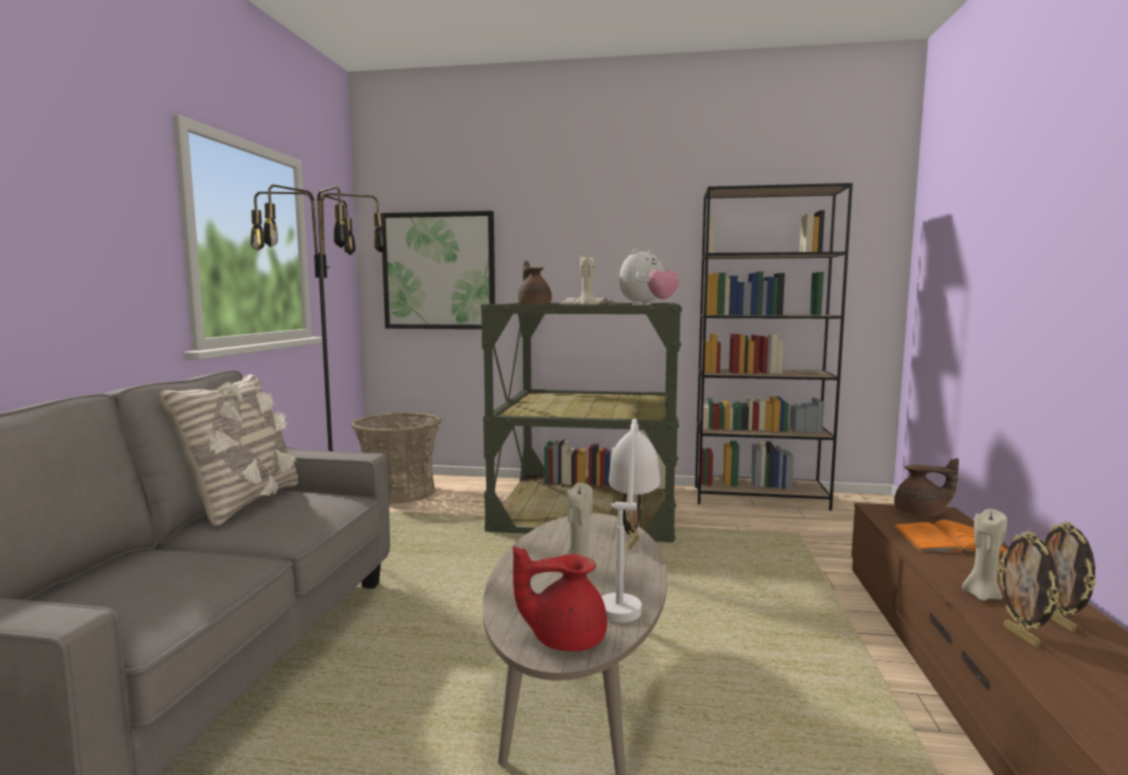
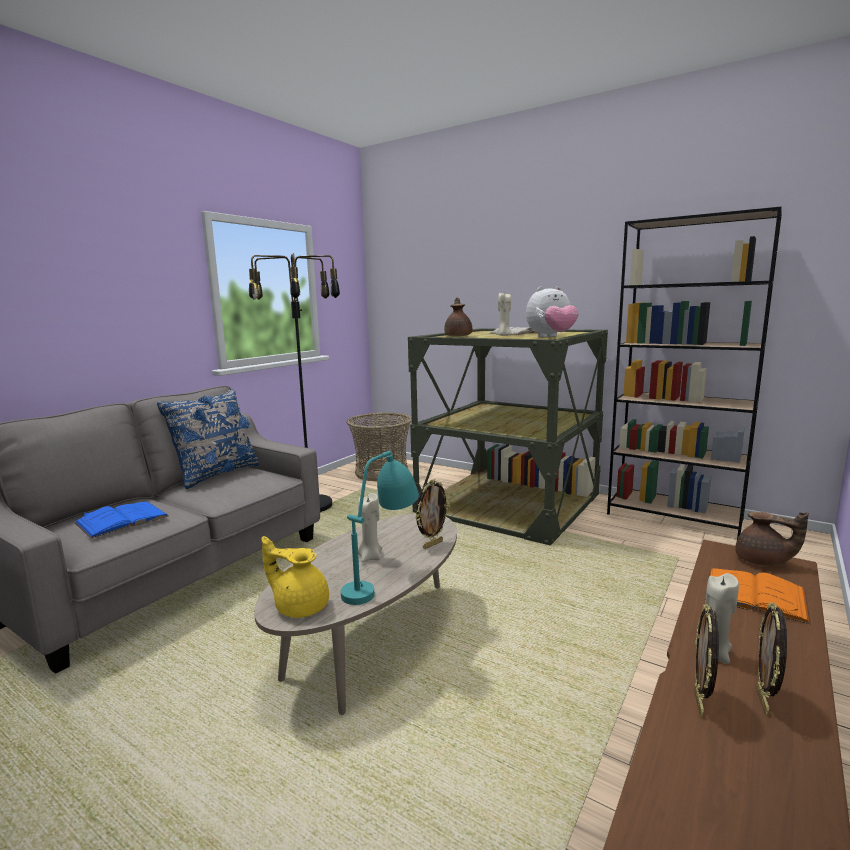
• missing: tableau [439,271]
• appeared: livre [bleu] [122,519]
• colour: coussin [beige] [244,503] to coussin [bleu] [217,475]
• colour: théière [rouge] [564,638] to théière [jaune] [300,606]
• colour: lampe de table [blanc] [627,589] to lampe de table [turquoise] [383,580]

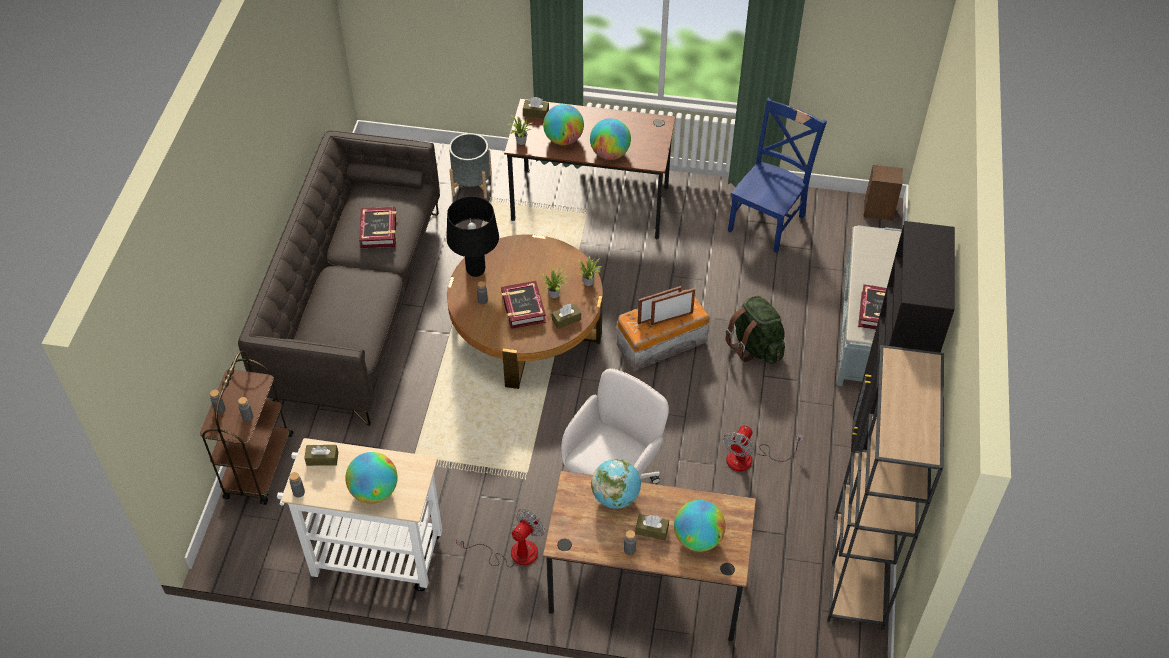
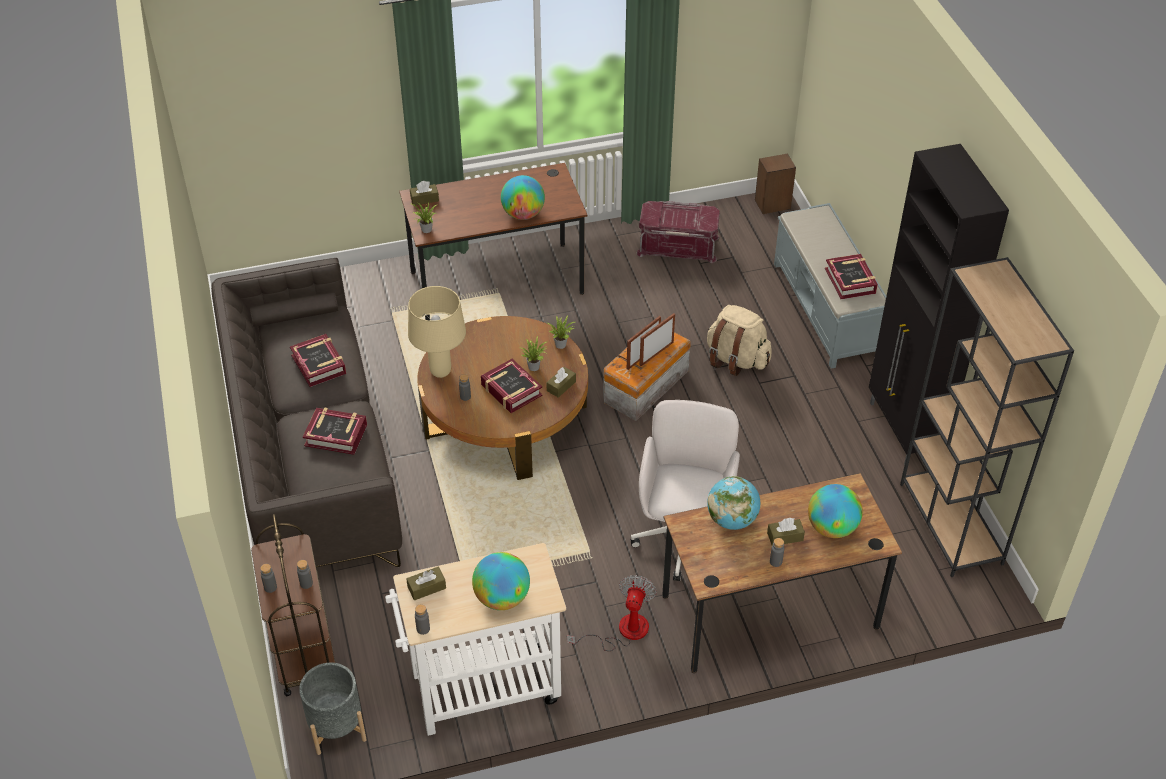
• missing: globe [563,139]
• missing: ventilateur [749,458]
• appeared: livre [336,435]
• relocated: cache-pot [gris] [472,184] to [336,727]
• exchanged: chaise [bleu] [768,221] to boîte de rangement [rouge] [678,245]
• colour: lampe de table [noir] [476,271] to lampe de table [beige] [441,371]
• colour: sac à dos [vert] [755,346] to sac à dos [beige] [736,359]

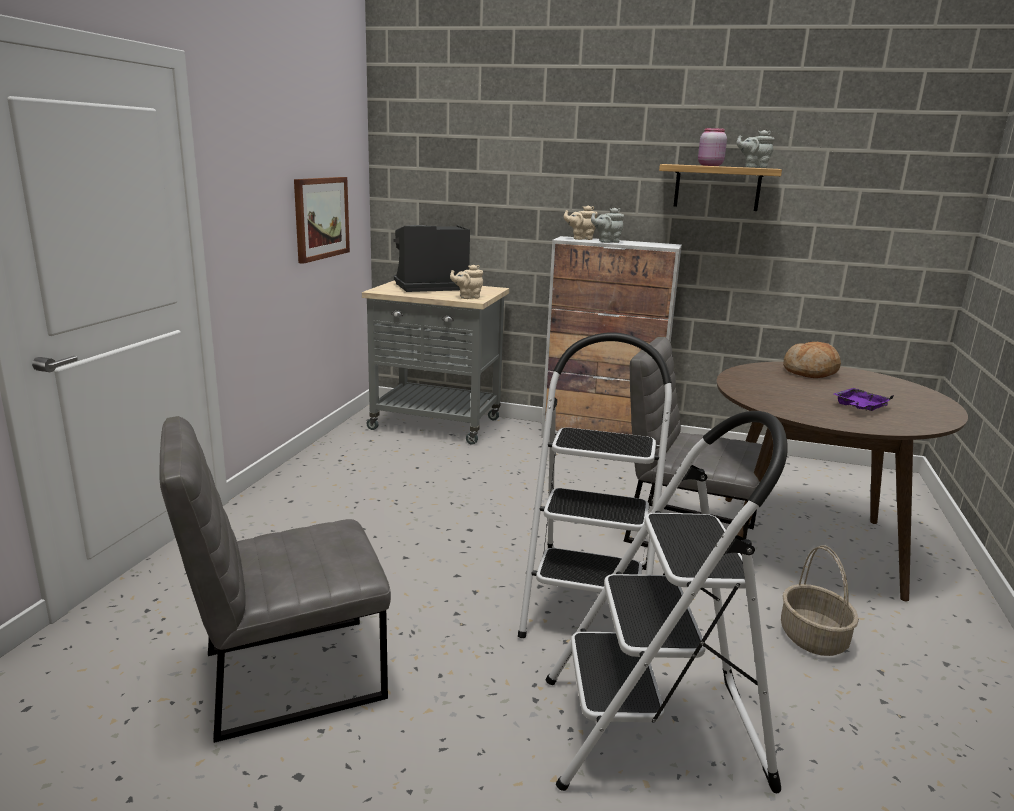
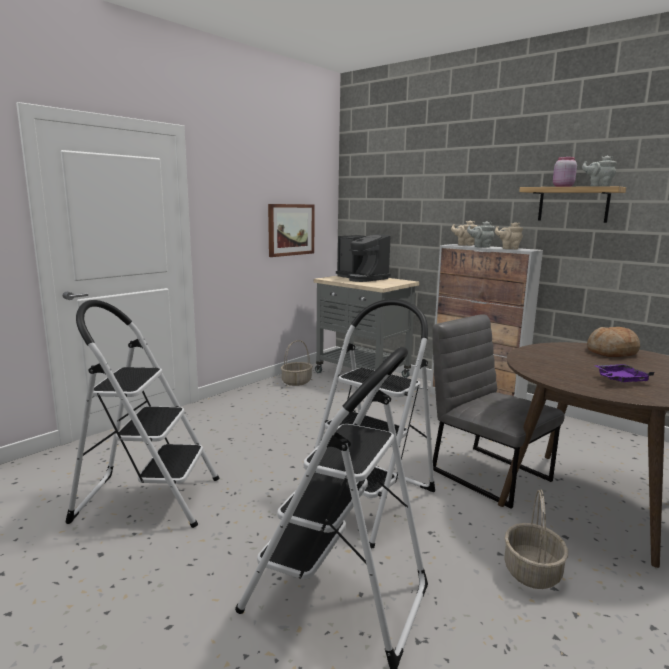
• appeared: panier [296,382]
• relocated: théière [beige] [468,297] to [508,248]
• exchanged: chaise [gris] [287,675] to escabeau [144,499]
• spun: machine à café [429,287] = [362,278] 135 degrees counterclockwise

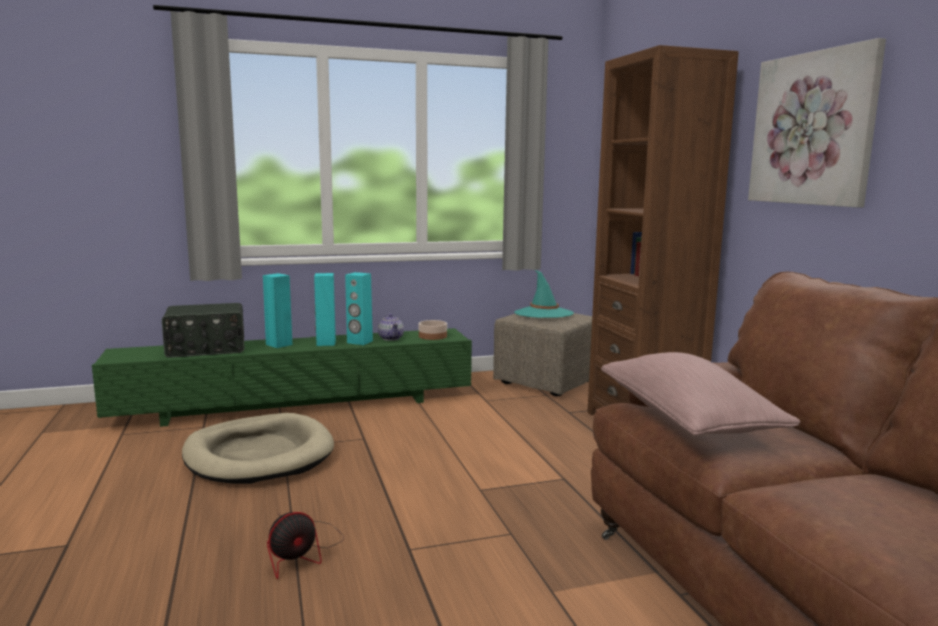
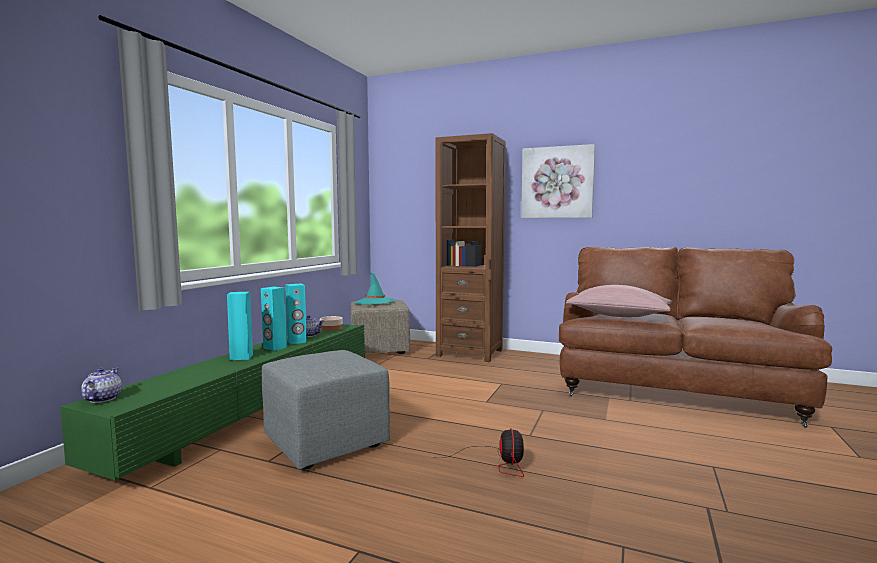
• missing: radio [206,349]
• appeared: théière [102,399]
• exchanged: panier pour chien [beige] [259,455] to pouf [gris] [325,442]

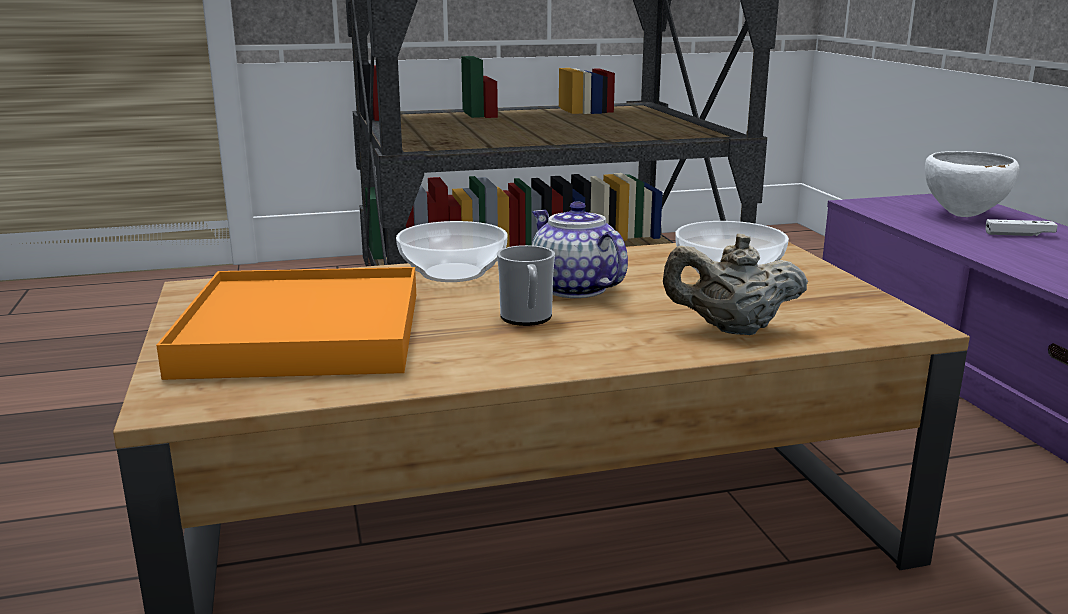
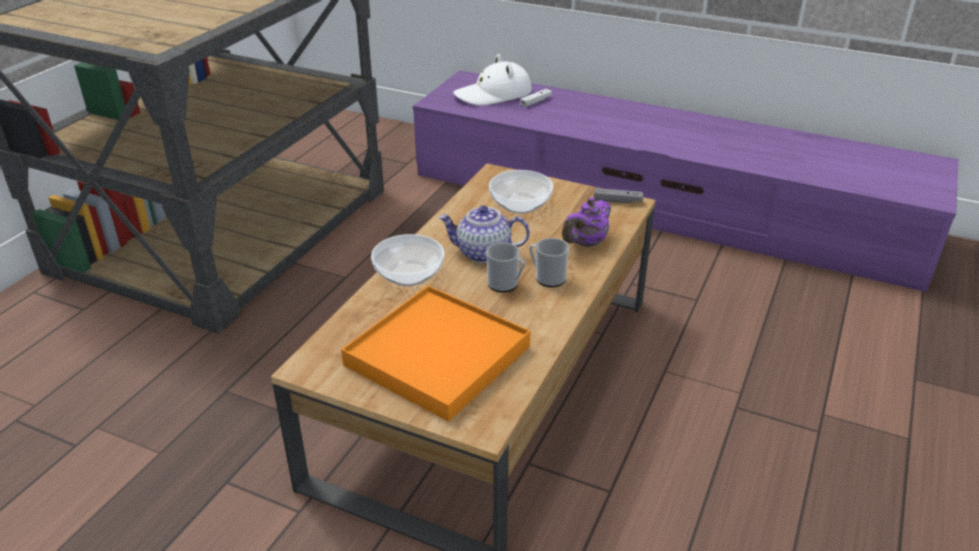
• appeared: mug [547,278]
• appeared: manette [gris] [617,201]
• exchanged: bol [blanc] [964,216] to chapeau [blanc] [493,94]
• colour: théière [beige] [731,330] to théière [violet] [586,243]

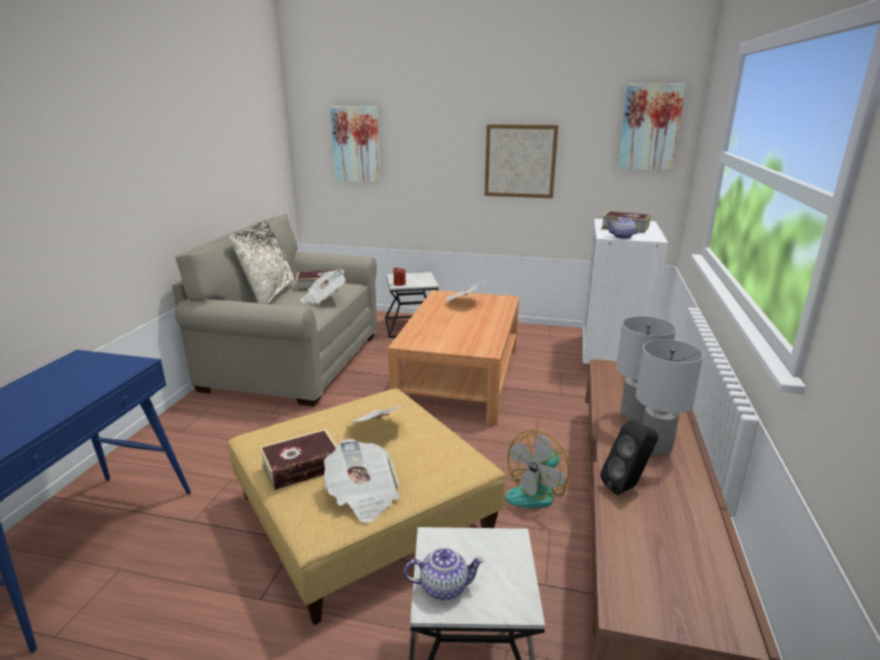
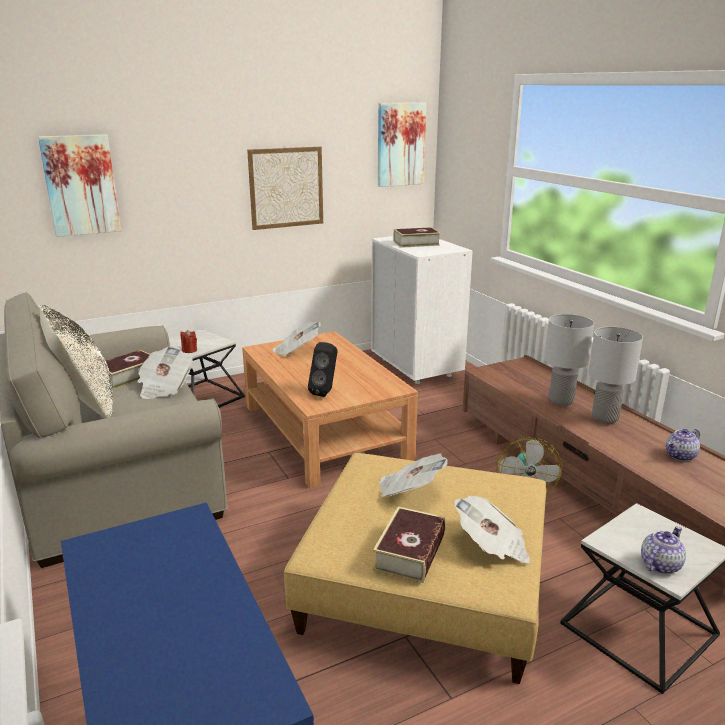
• relocated: enceinte [noir] [627,487] to [325,392]
• relocated: théière [622,237] to [680,456]

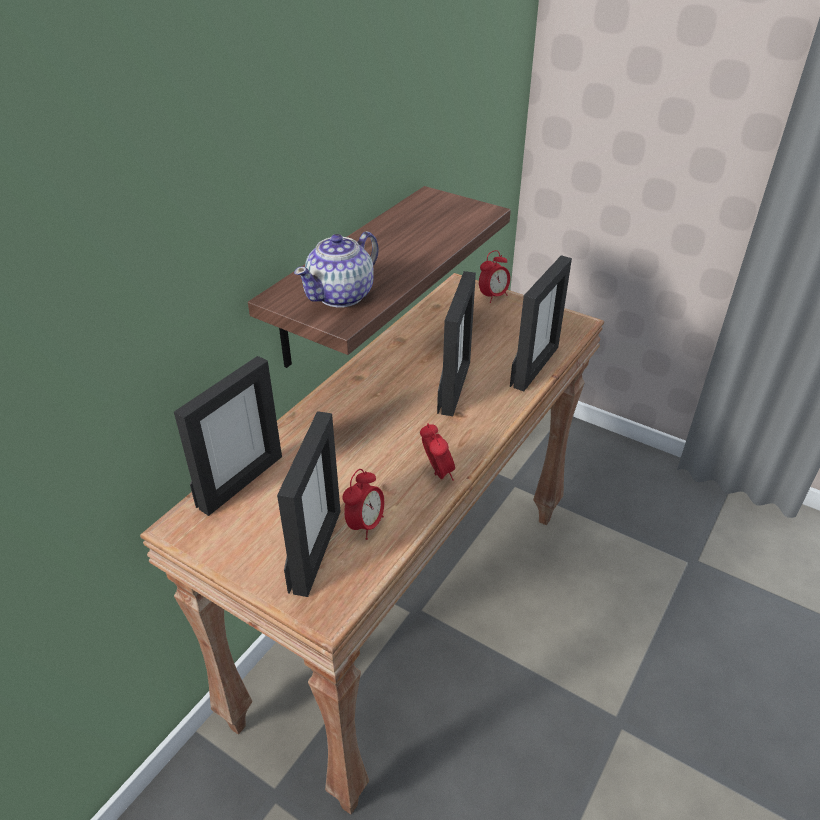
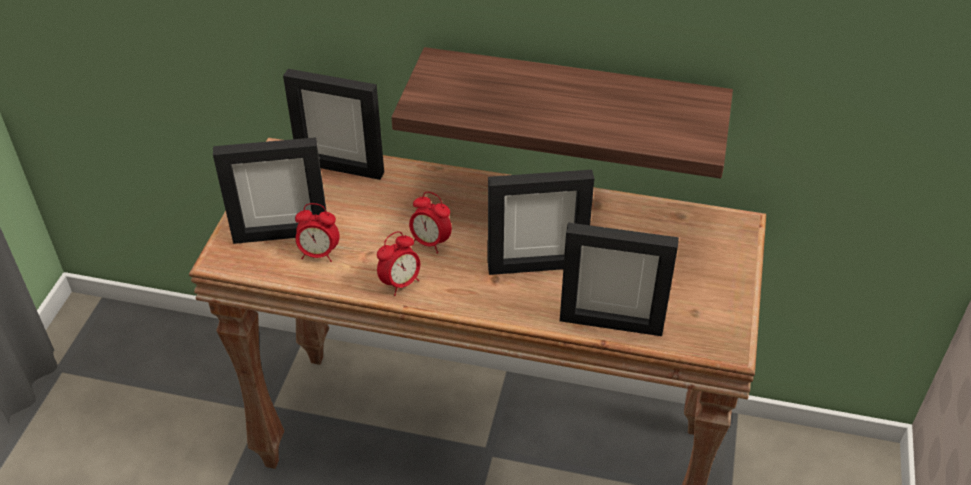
• missing: théière [342,295]
• relocated: réveil [493,296] to [430,242]

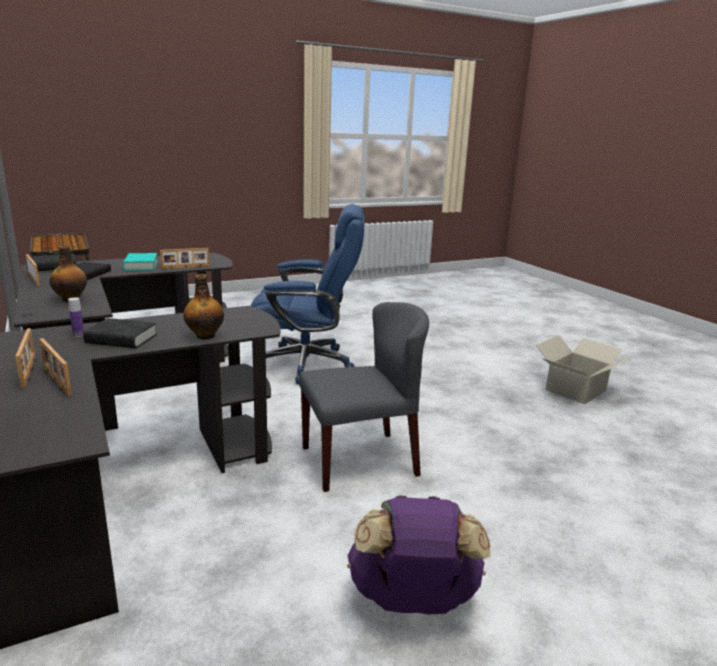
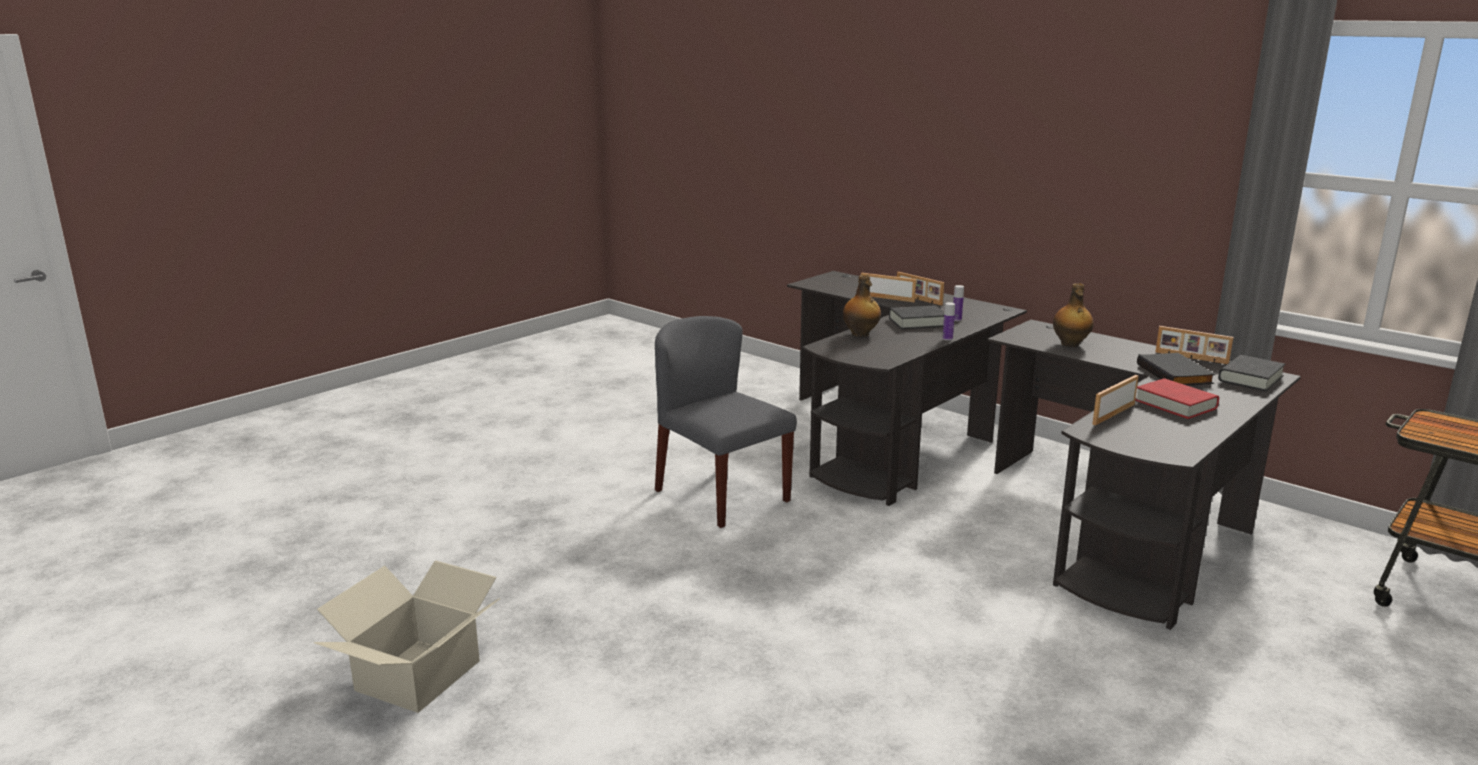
• missing: chaise de bureau [bleu] [305,363]
• missing: sac à dos [violet] [412,601]
• appeared: bouteille [947,339]
• colour: livre [turquoise] [141,265] to livre [rouge] [1175,404]
• spun: chaise [gris] [360,460] = [721,495] 90 degrees clockwise

